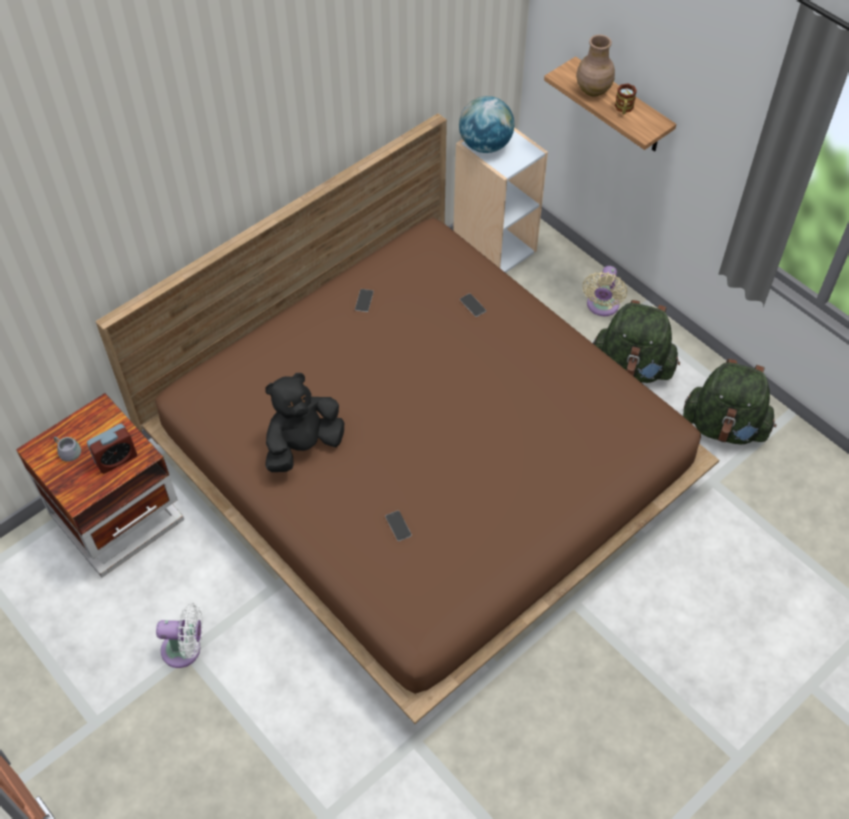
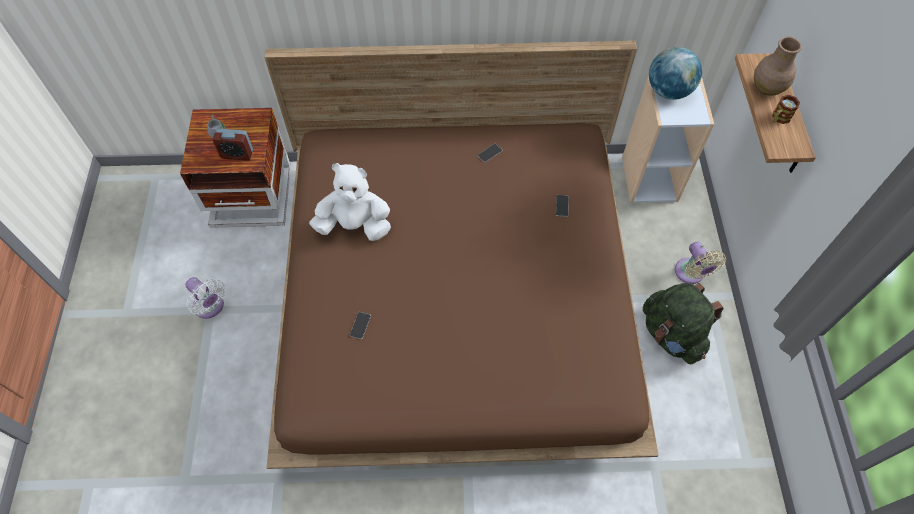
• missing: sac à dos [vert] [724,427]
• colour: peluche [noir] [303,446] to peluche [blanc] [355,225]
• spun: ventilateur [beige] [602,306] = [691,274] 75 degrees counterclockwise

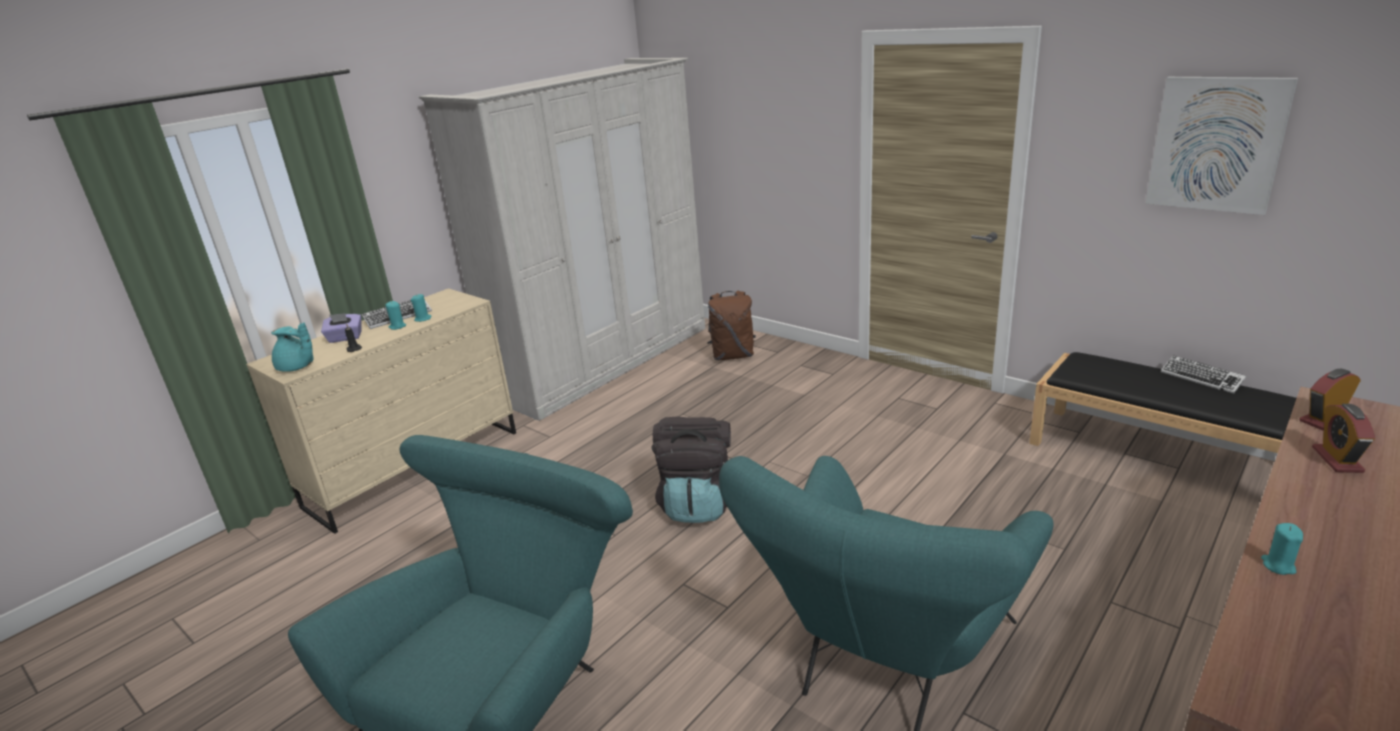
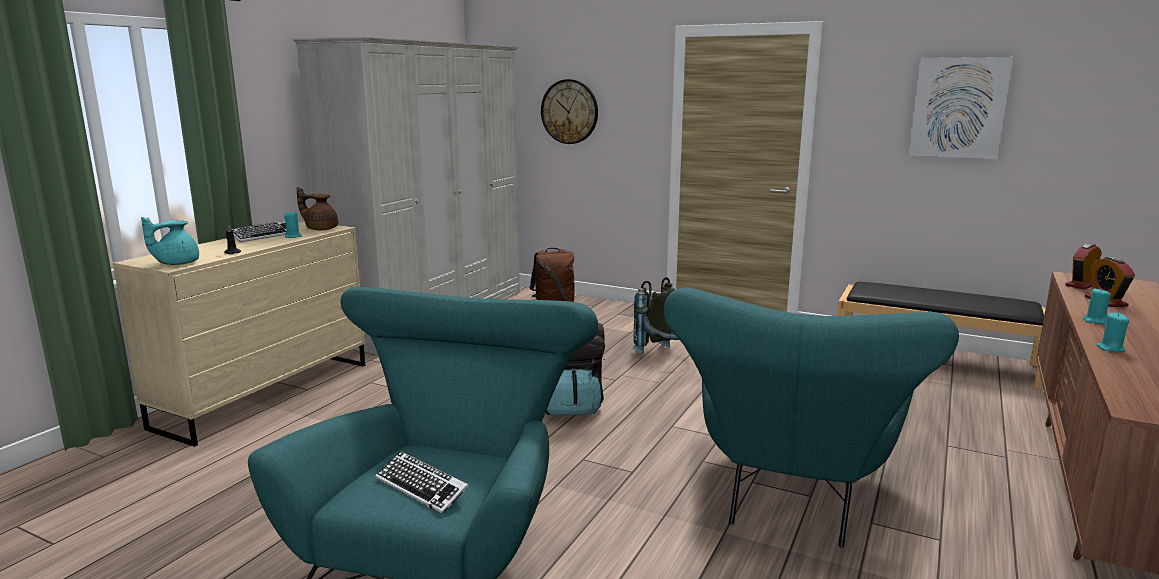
• missing: boîte à mouchoirs [violet] [345,338]
• appeared: théière [marron] [320,229]
• appeared: horloge murale [569,111]
• appeared: sac à dos [gris] [664,355]
• relocated: bougie [turquoise] [397,326] to [1095,321]
• relocated: clavier [1201,378] to [421,488]
• spun: théière [turquoise] [297,367] = [176,263] 120 degrees clockwise

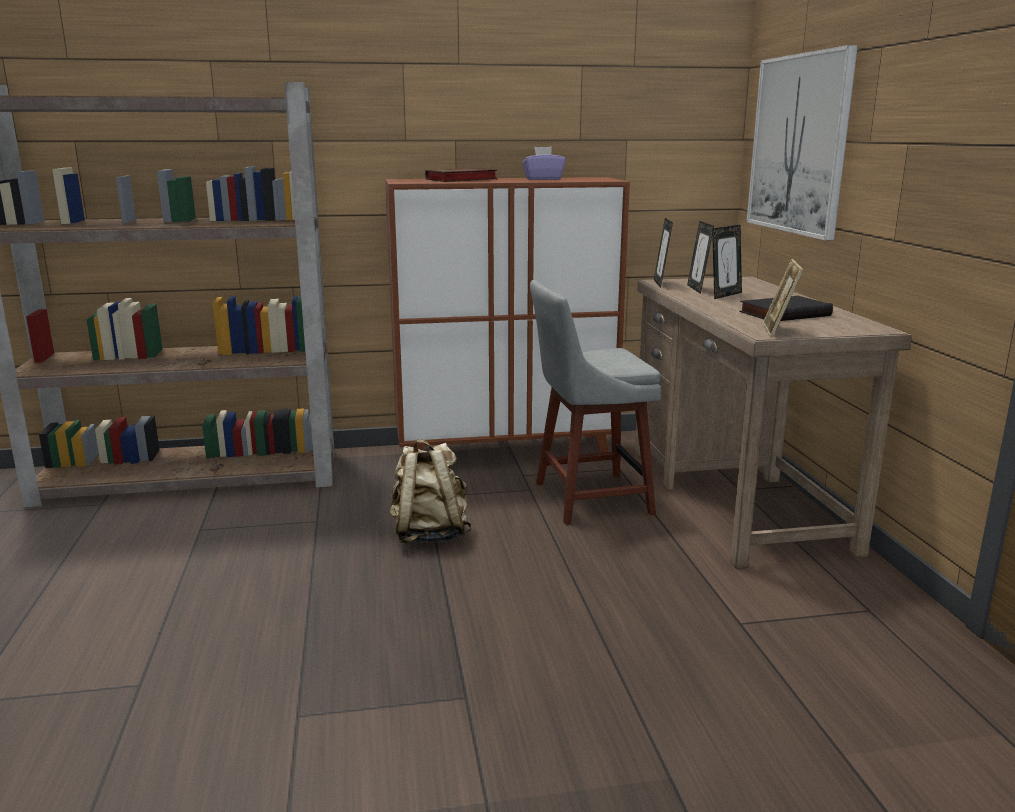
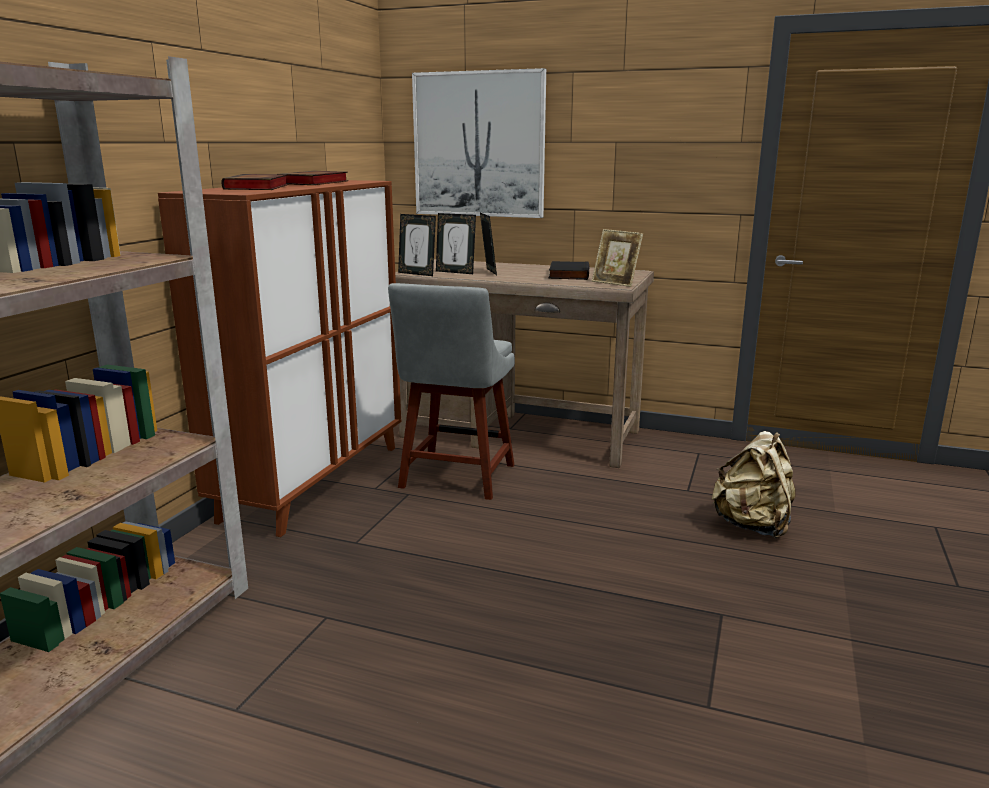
• relocated: sac à dos [beige] [429,534] to [752,525]
• exchanged: boîte à mouchoirs [violet] [543,179] to livre [313,183]

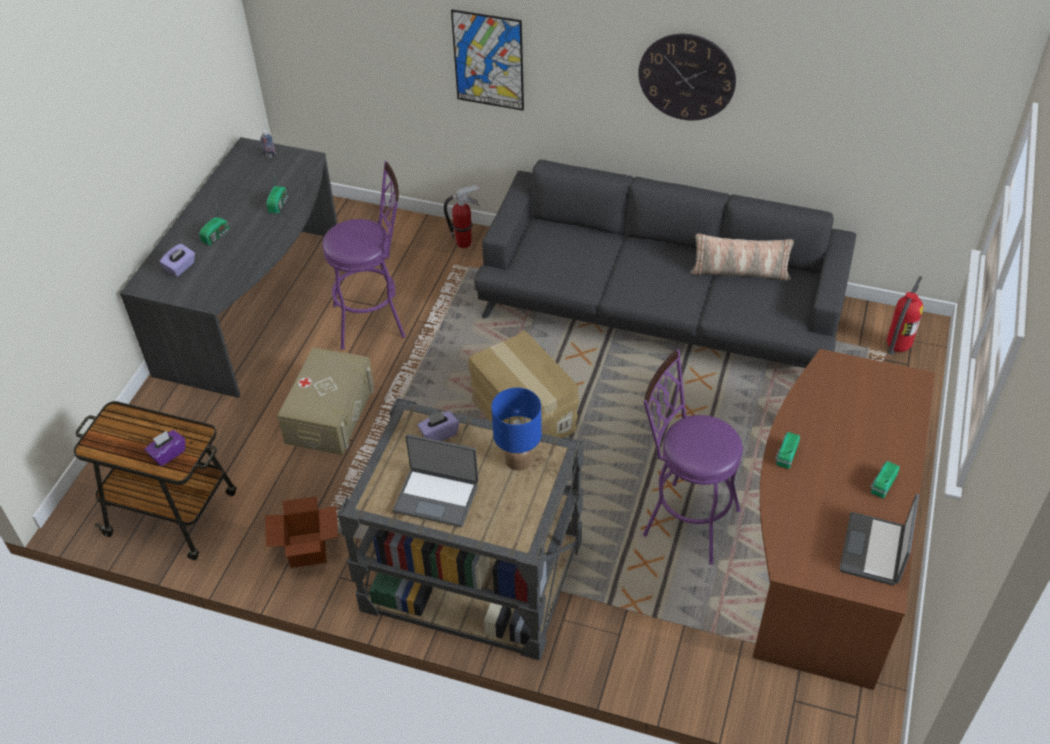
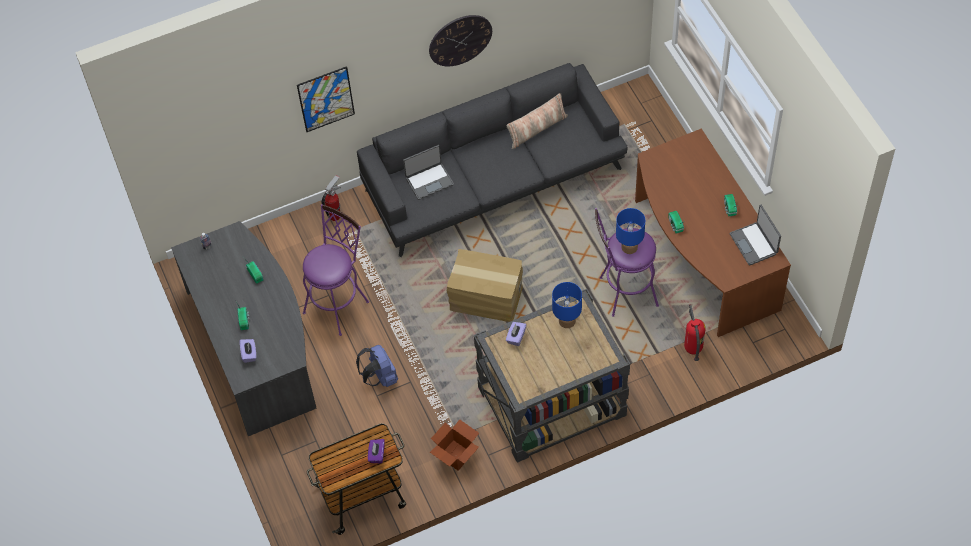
• appeared: lampe de table [bleu] [629,247]
• relocated: ordinateur portable [437,497] to [429,181]
• relocated: extincteur [896,347] to [692,349]
• exchanged: boîte de rangement [beige] [330,414] to sac à dos [bleu] [380,377]

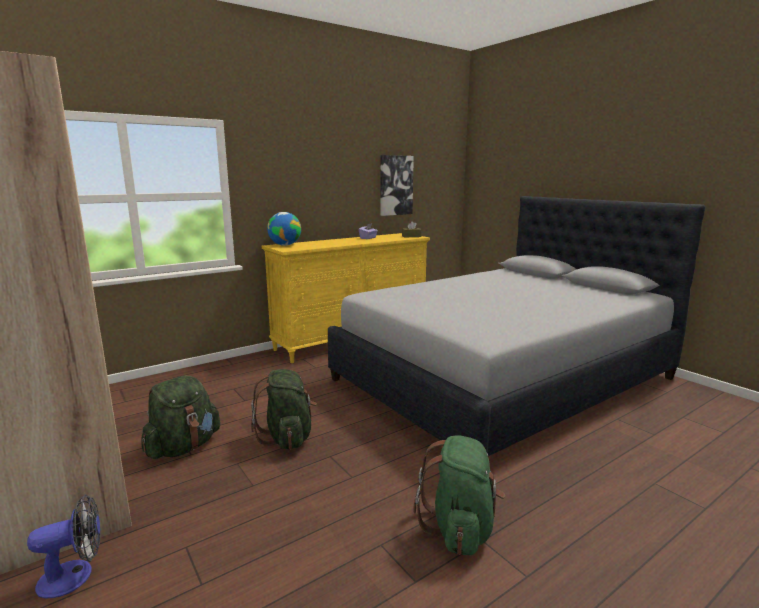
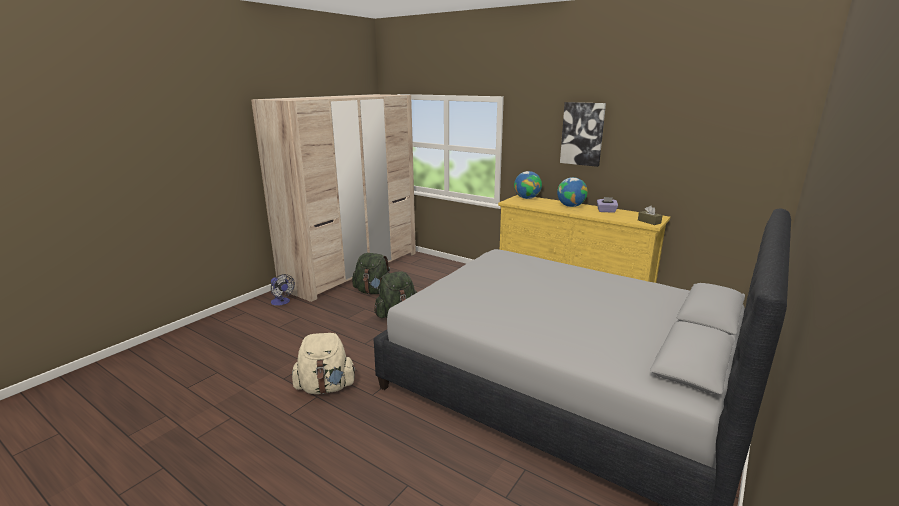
• appeared: globe [570,206]
• relocated: tableau [395,185] to [582,134]
• colour: sac à dos [vert] [460,528] to sac à dos [beige] [326,387]

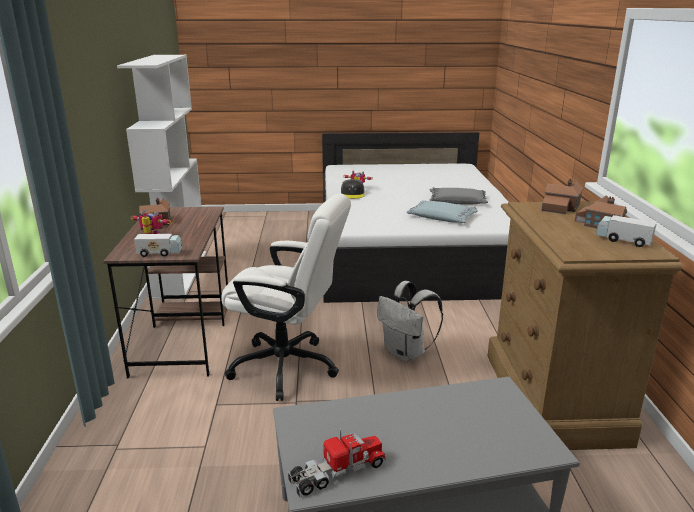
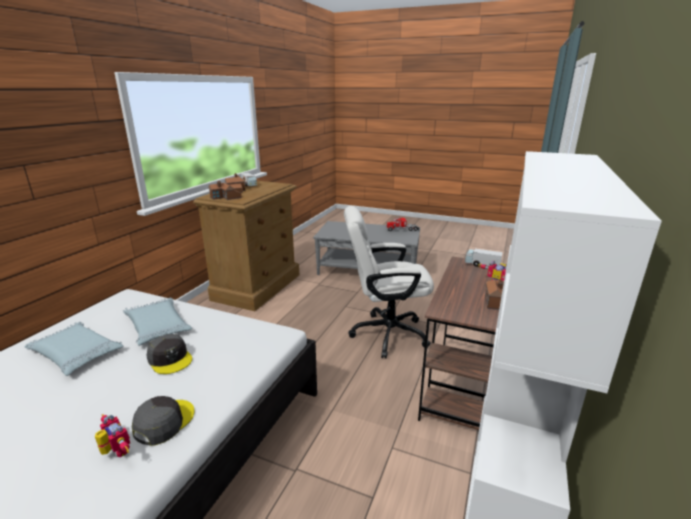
• missing: sac à dos [blanc] [406,353]
• appeared: casquette [gris] [170,359]
• colour: coussin [gris] [457,200] to coussin [bleu] [76,352]
• spun: chaise de bureau [blanc] [289,368] = [385,335] 45 degrees counterclockwise

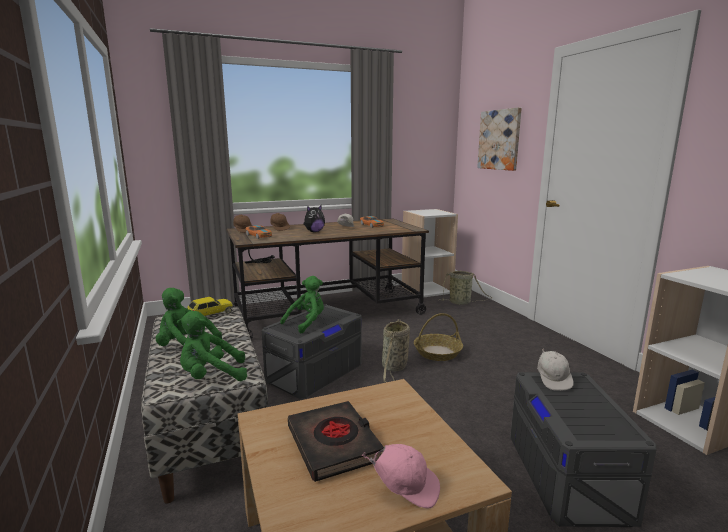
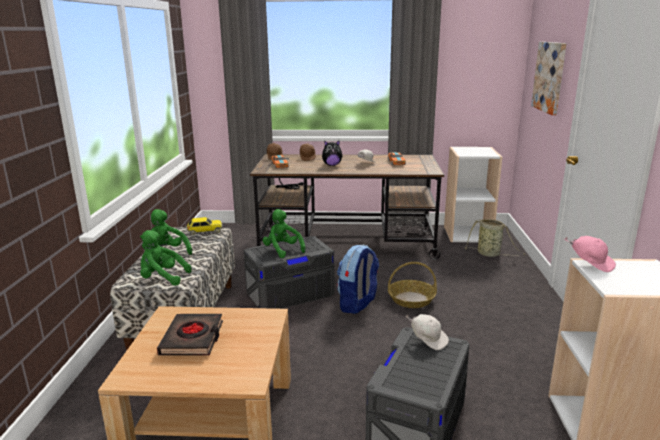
• relocated: casquette [rose] [405,488] to [591,263]
• exchanged: panier [394,368] to sac à dos [358,304]
• spun: peluche [vert] [307,323] = [282,250] 105 degrees counterclockwise
• spun: casquette [blanc] [553,380] = [428,340] 75 degrees counterclockwise

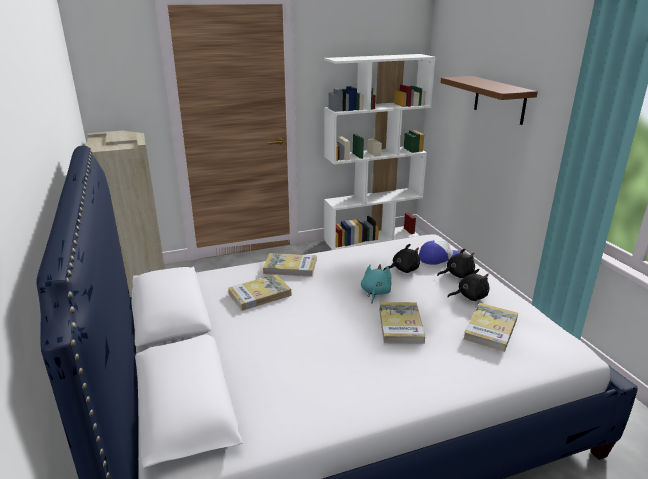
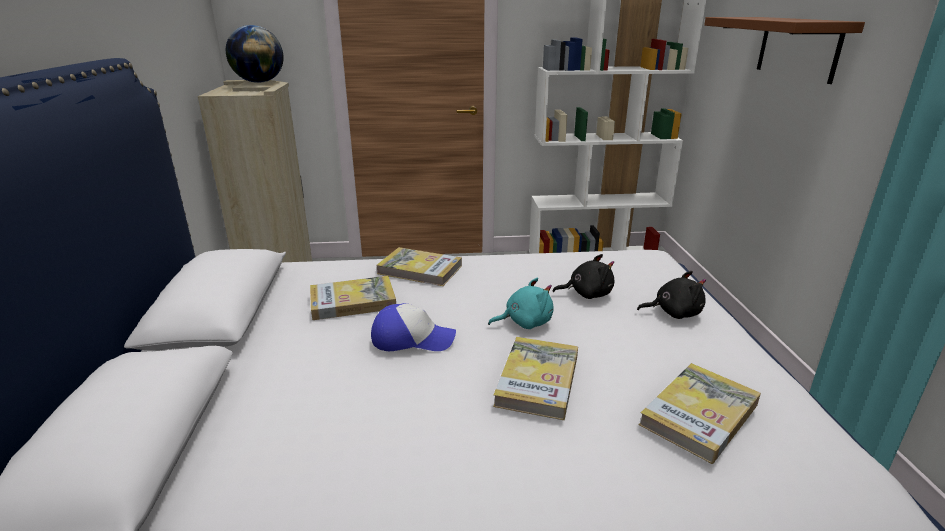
• missing: peluche [noir] [470,296]
• appeared: globe [259,82]
• relocated: casquette [439,258] to [412,339]
• spun: peluche [turquoise] [375,292] = [525,322] 45 degrees clockwise

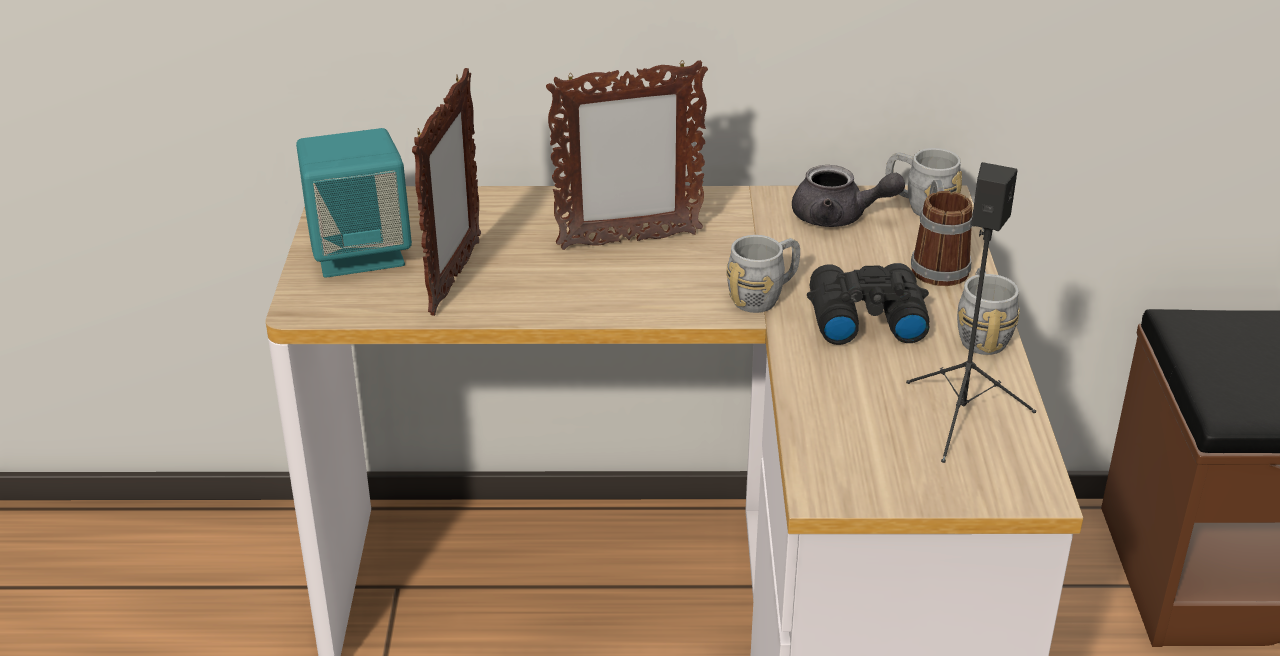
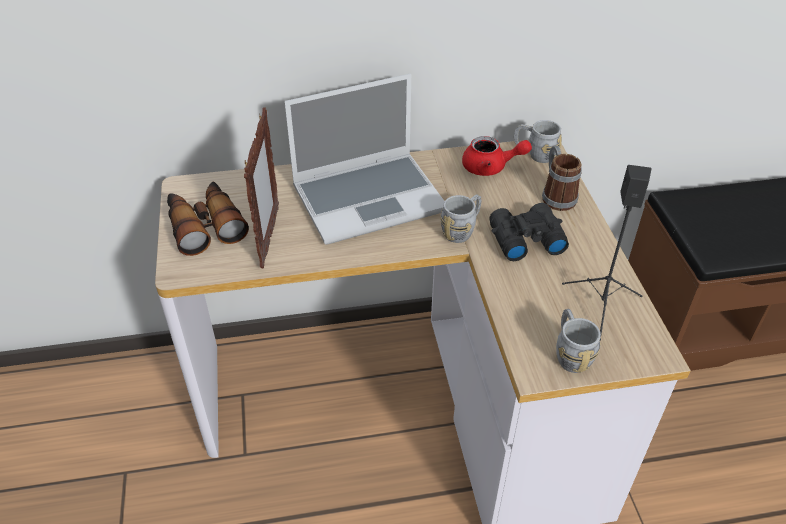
• relocated: mug [gris] [981,334] to [570,353]
• exchanged: enceinte [turquoise] [360,253] to jumelles [205,225]
• exchanged: cadre photo [628,241] to ordinateur portable [370,198]
• colour: théière [gris] [839,217] to théière [rouge] [490,167]

